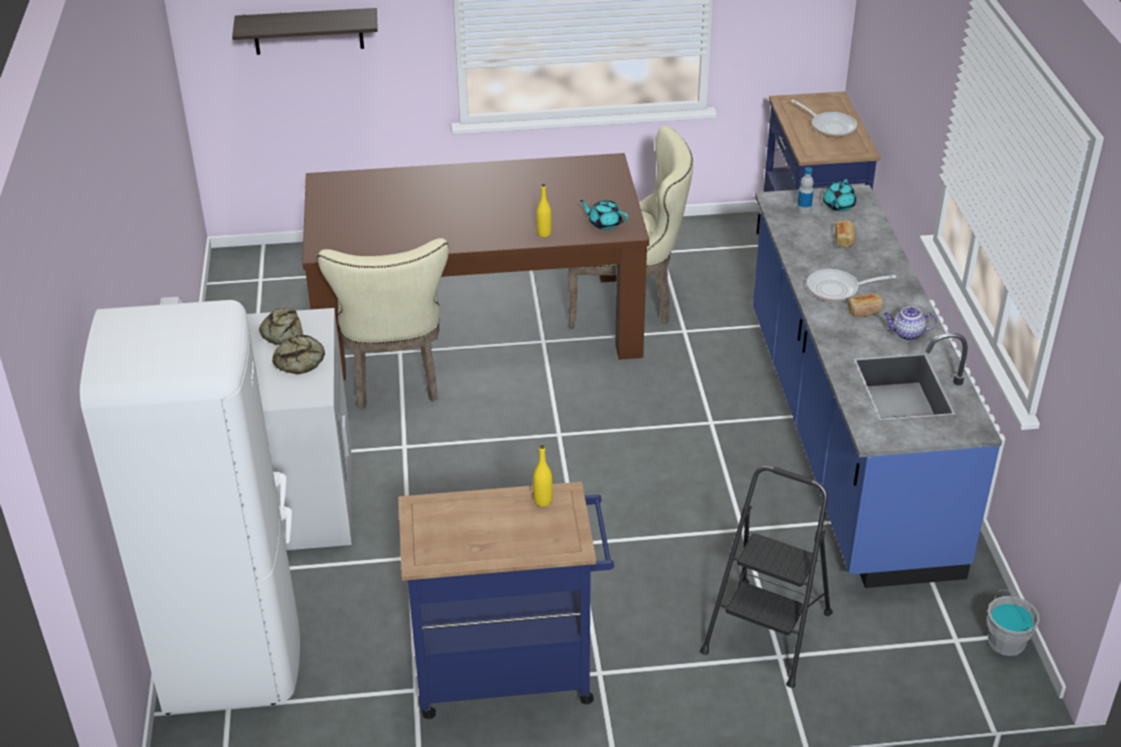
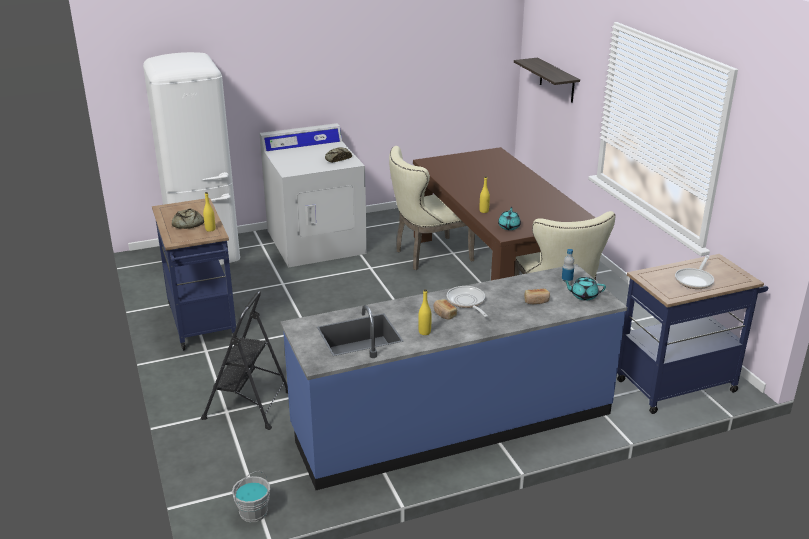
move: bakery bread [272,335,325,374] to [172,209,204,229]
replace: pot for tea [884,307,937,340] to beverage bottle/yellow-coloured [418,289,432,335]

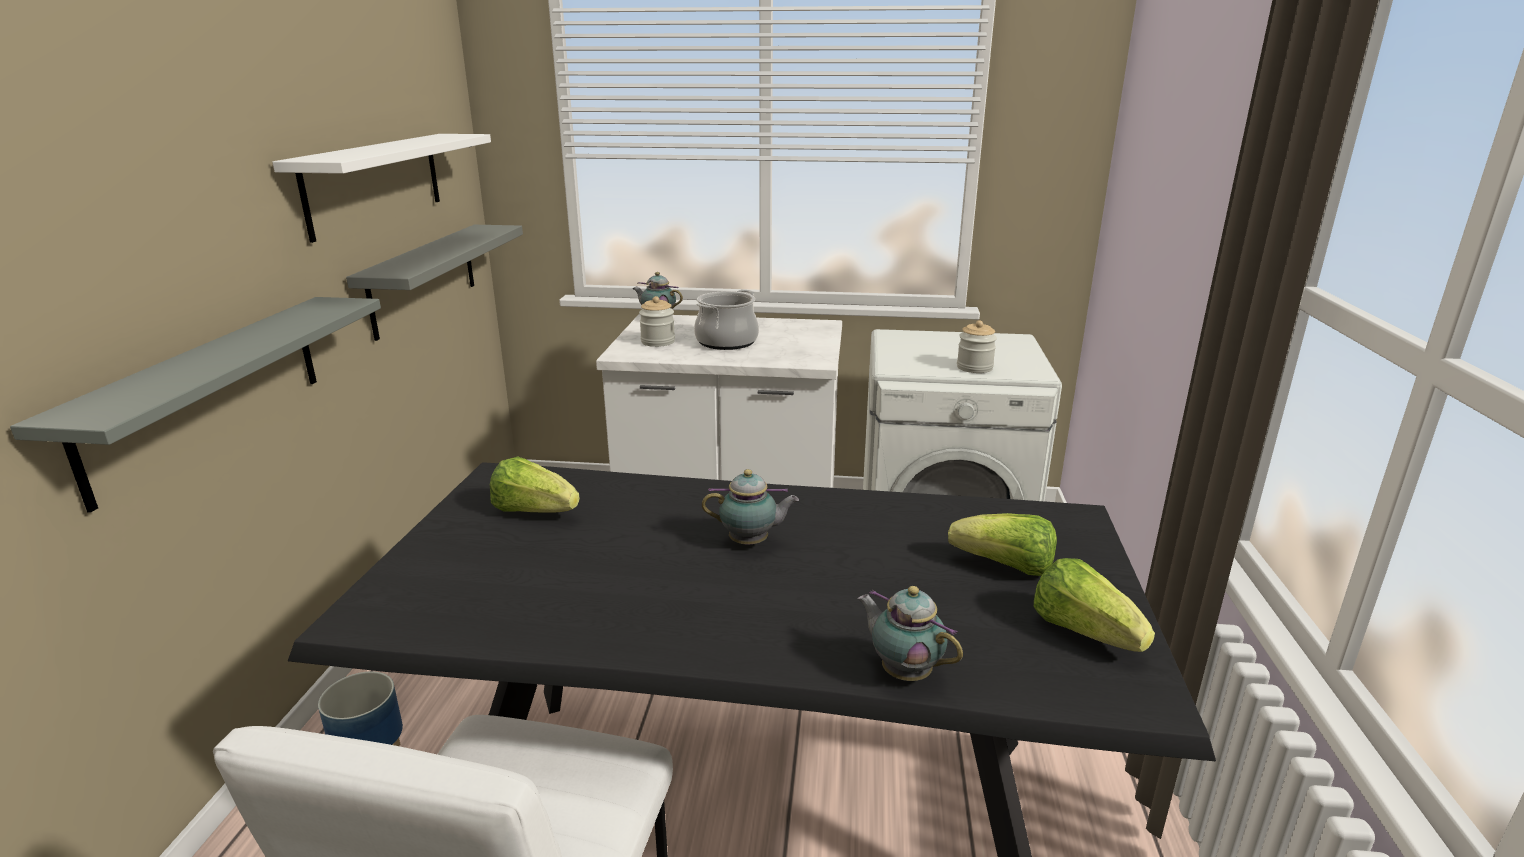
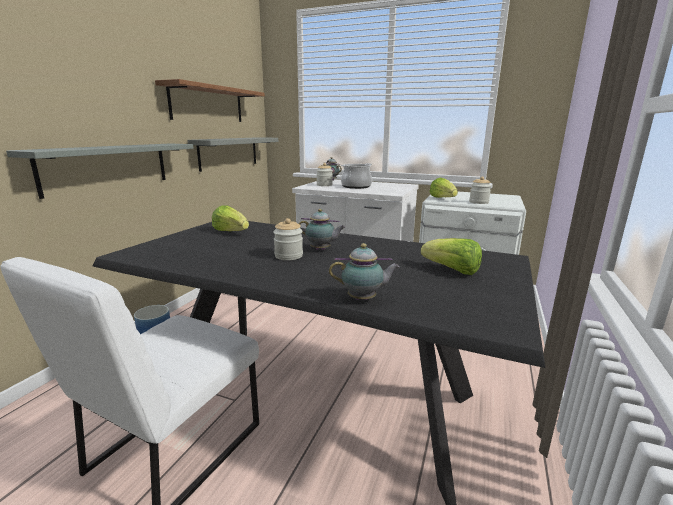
insert: jar [273,218,303,260]
move: lettuce [1034,558,1155,652] to [430,178,458,198]
recolor: bracket shelf/white [272,134,491,243] to bracket shelf/brown [155,79,265,122]
rotate: pot for tea [857,586,963,681] = [329,243,400,300] 120 degrees clockwise

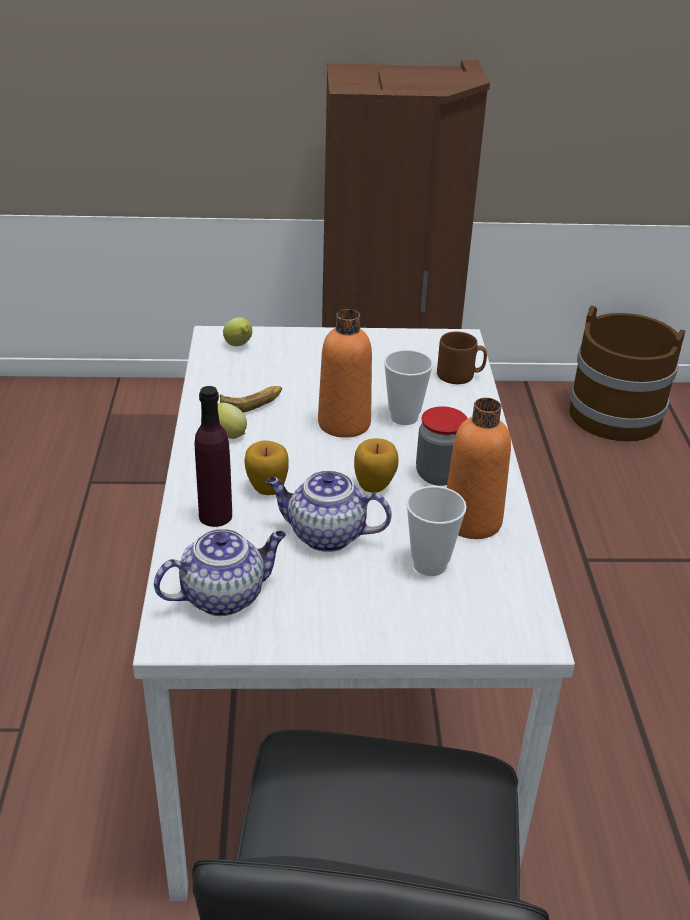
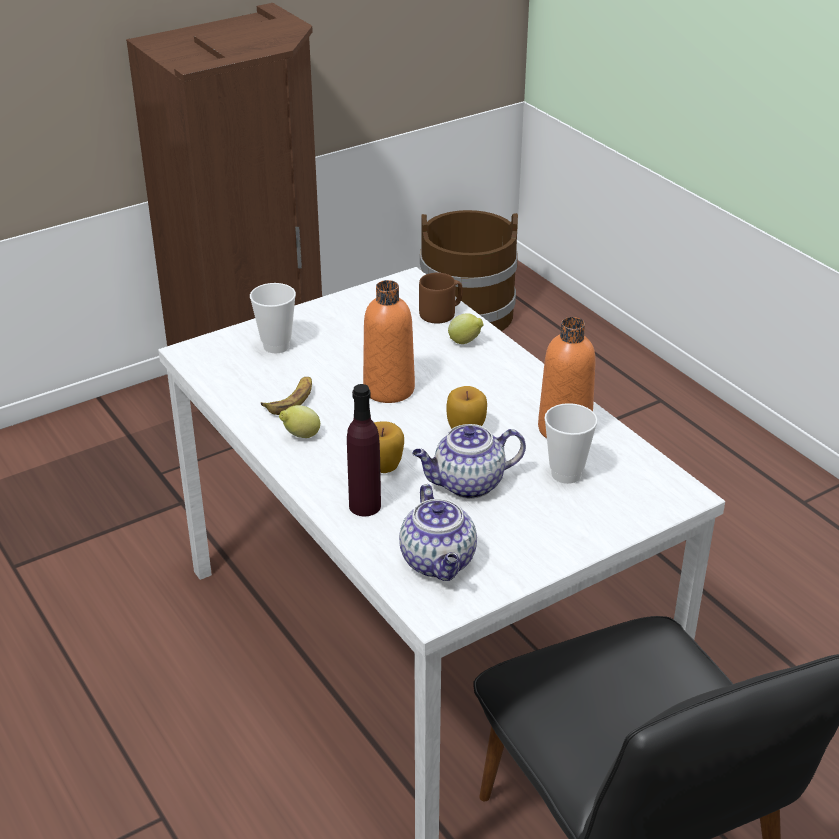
delete: jar [416,406,468,486]
move: drinking cup [384,350,433,425] to [250,283,296,354]; whole lemon [223,318,252,346] to [448,313,484,344]
rotate: pot for tea [154,529,286,616] = [399,484,477,581] 135 degrees clockwise

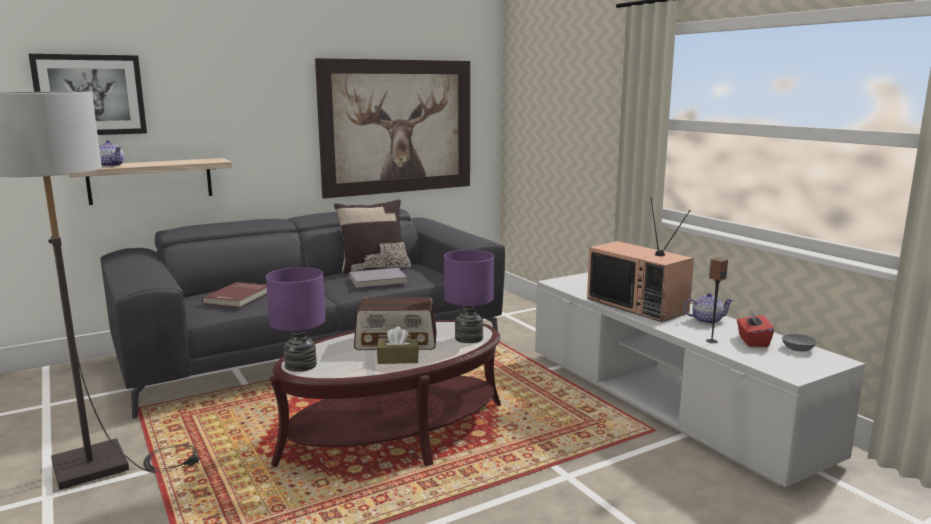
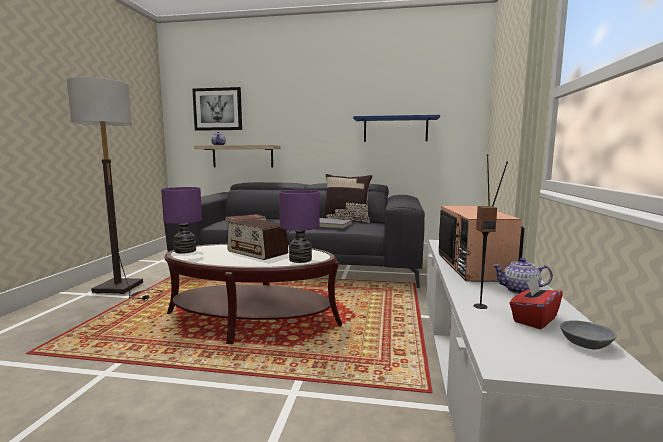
delete: box of tissues/brown [377,327,419,364]
replace: wall picture [315,58,470,198] to bracket shelf/bluish [353,115,440,142]
rotate: pot for tea [684,293,733,324] = [492,258,553,294] 150 degrees clockwise

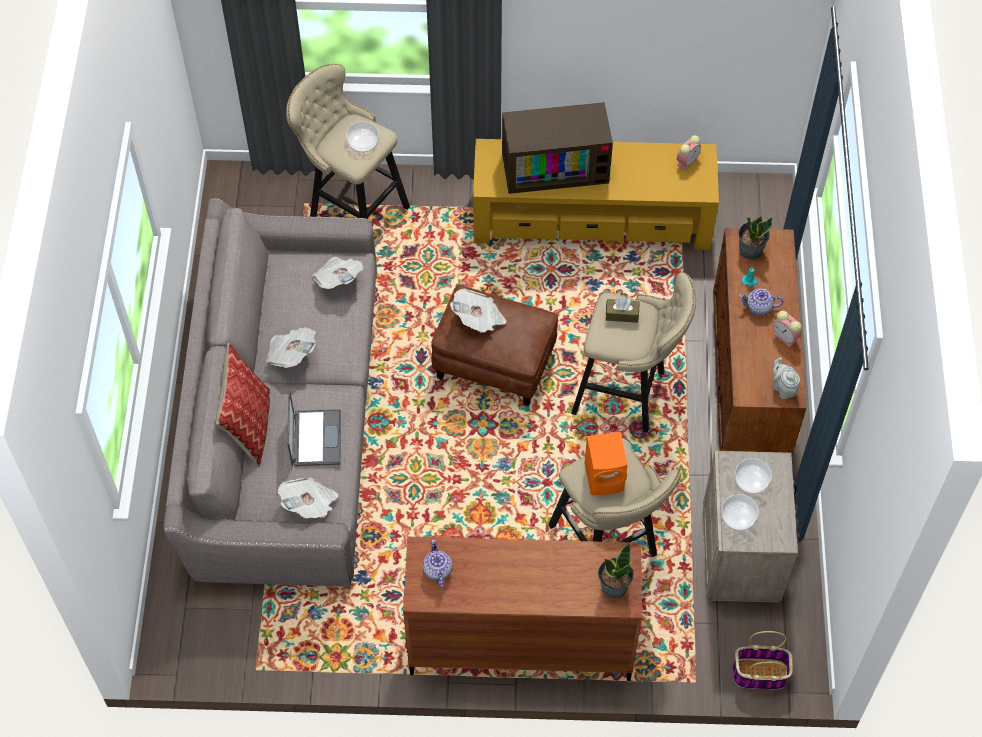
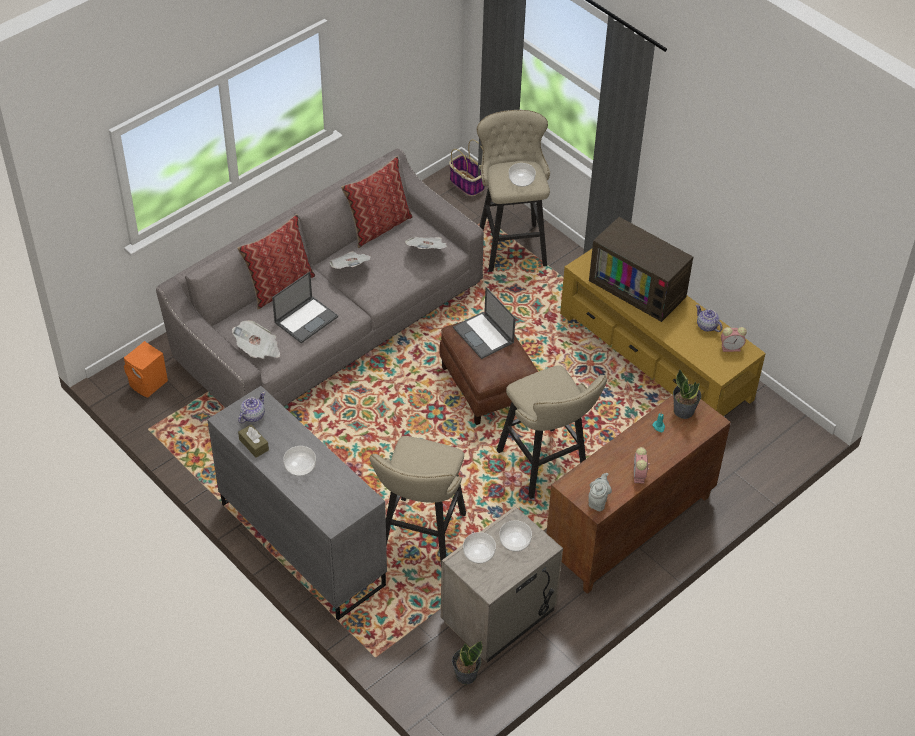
insert: deep dish [283,446,316,476]; throw pillow [341,156,413,248]
move: loudspeaker/orange-coloured [585,432,628,495] to [124,341,168,398]; box of tissues/brown [606,298,639,323] to [238,425,269,458]; basket [733,631,793,690] to [449,140,485,196]; houseplant [598,543,634,599] to [452,641,482,684]; pot for tea [739,288,783,316] to [696,305,723,332]
replace: newspaper [450,288,506,333] to portable computer [453,287,515,359]
recolor: chest of drawers/brown [403,537,642,681] to chest of drawers/grey [207,386,387,620]

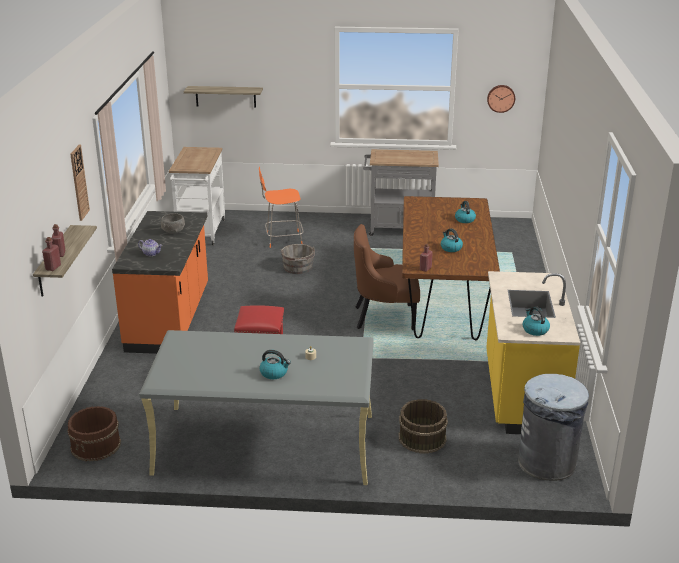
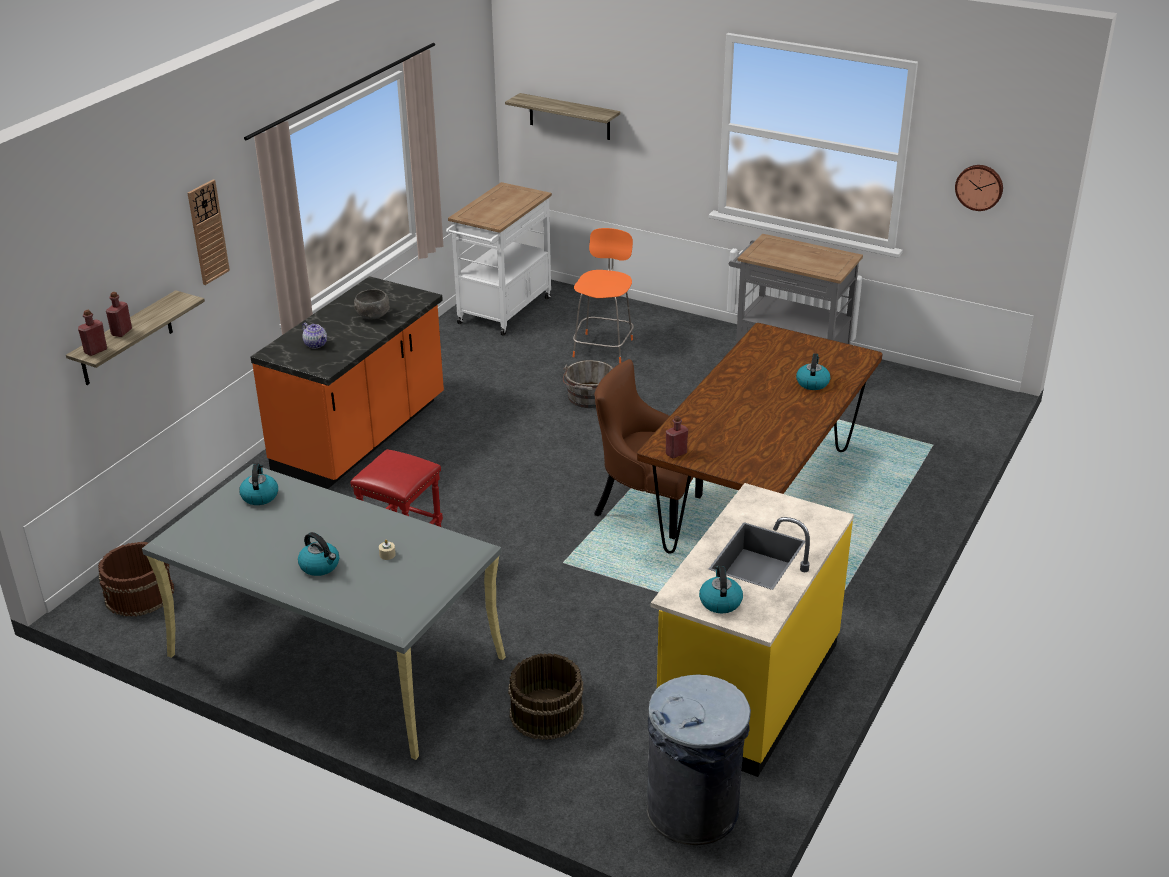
move: kettle [441,228,463,252] to [239,464,278,505]
rotate: plain chair/orange-coloured [259,167,304,248] = [573,228,634,363] 90 degrees clockwise

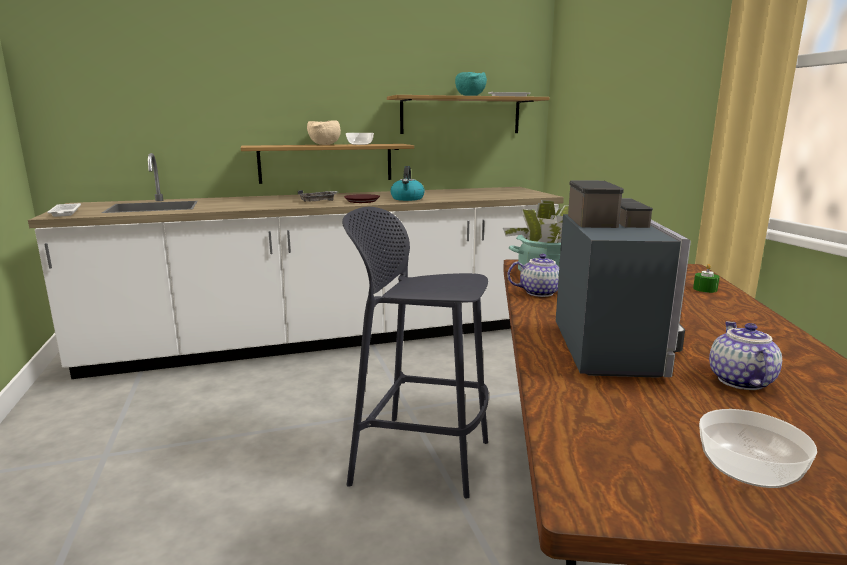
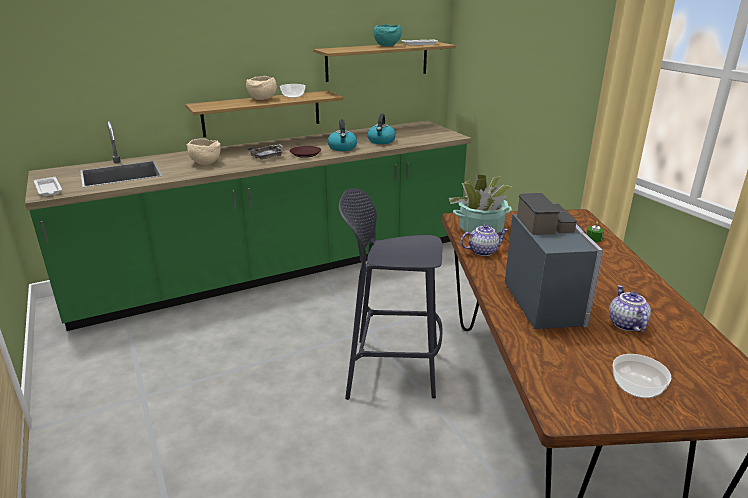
insert: deep dish/beige [186,138,221,165]; kettle [367,114,396,144]
recolor: kitchen counter/white [28,153,564,379] to kitchen counter/green [25,121,471,331]

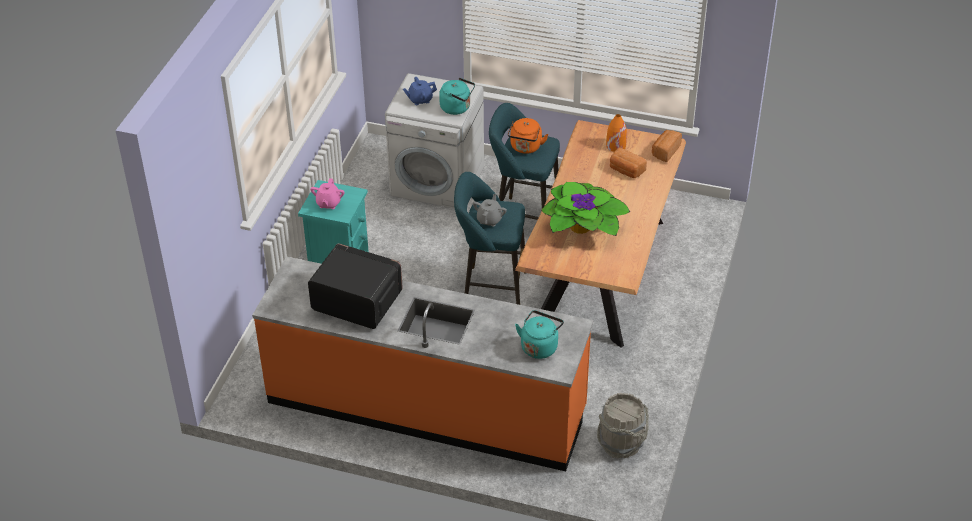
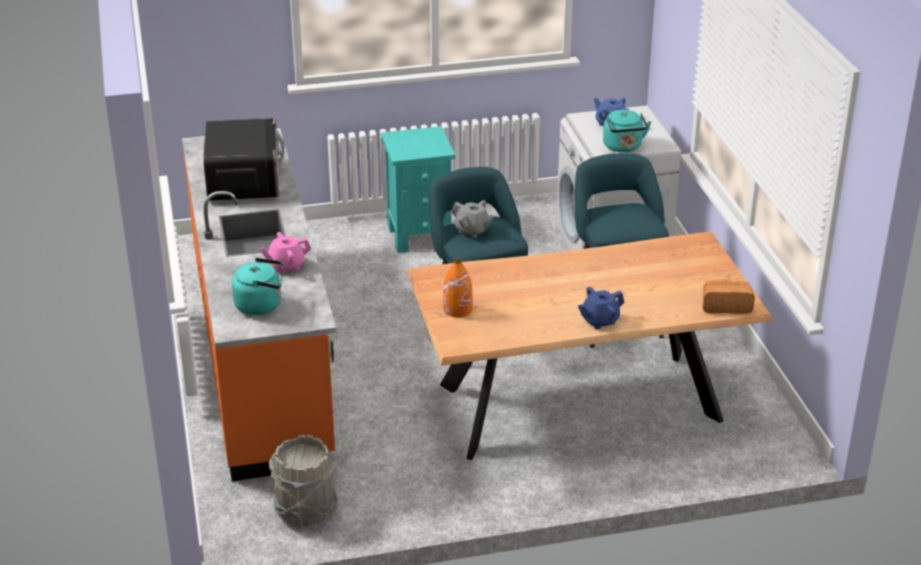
delete: kettle/orange-coloured [508,118,548,154]; houseplant [541,182,630,236]; bakery bread [610,148,647,178]
insert: pot for tea/bluish [578,287,625,329]
move: pot for tea/pink [310,178,345,209] to [259,232,311,273]; decorative vase/orange-coloured [606,114,627,152] to [443,260,473,317]
rotate: pot for tea/grey [473,194,507,227] = [452,200,494,238] 45 degrees clockwise

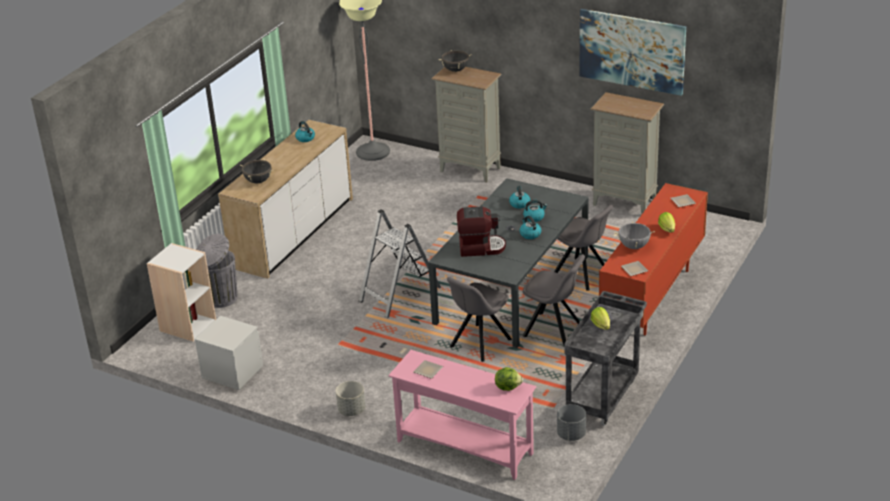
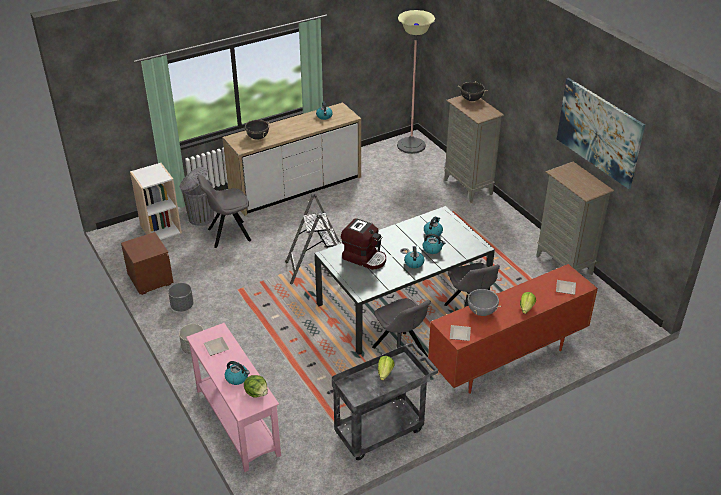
insert: kettle [225,361,250,385]
move: plant pot/grey [557,404,586,441] to [168,283,194,312]; plain chair/grey [447,277,512,362] to [197,175,251,248]
recolor: bedside table/white [195,316,263,390] to bedside table/brown [121,232,174,295]

